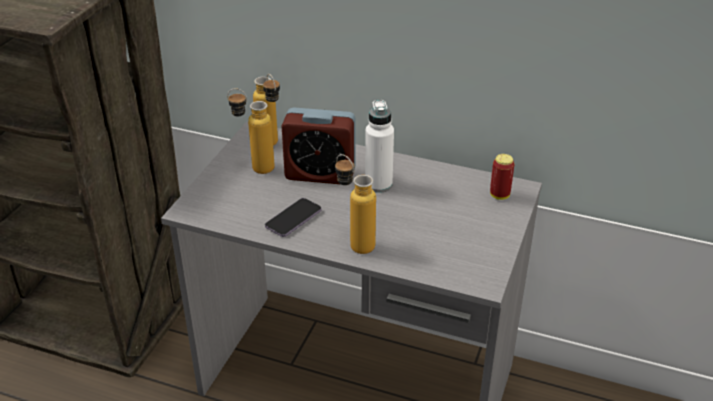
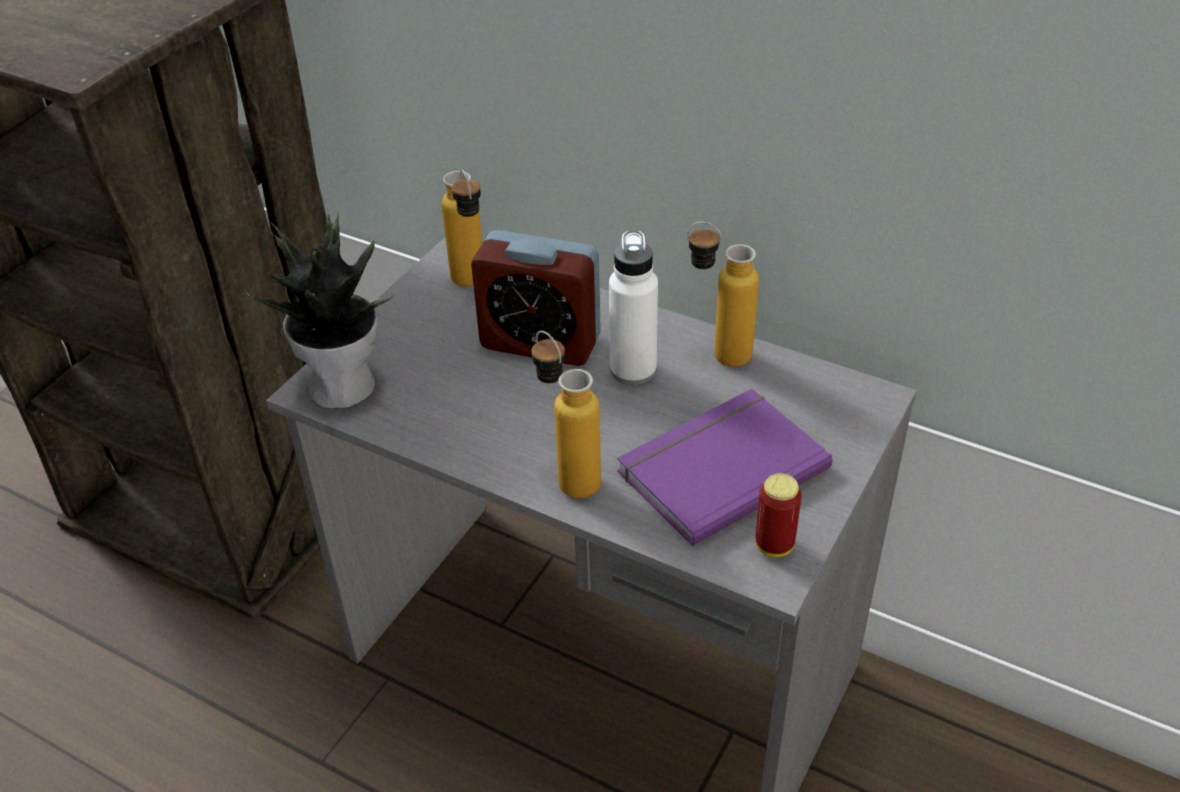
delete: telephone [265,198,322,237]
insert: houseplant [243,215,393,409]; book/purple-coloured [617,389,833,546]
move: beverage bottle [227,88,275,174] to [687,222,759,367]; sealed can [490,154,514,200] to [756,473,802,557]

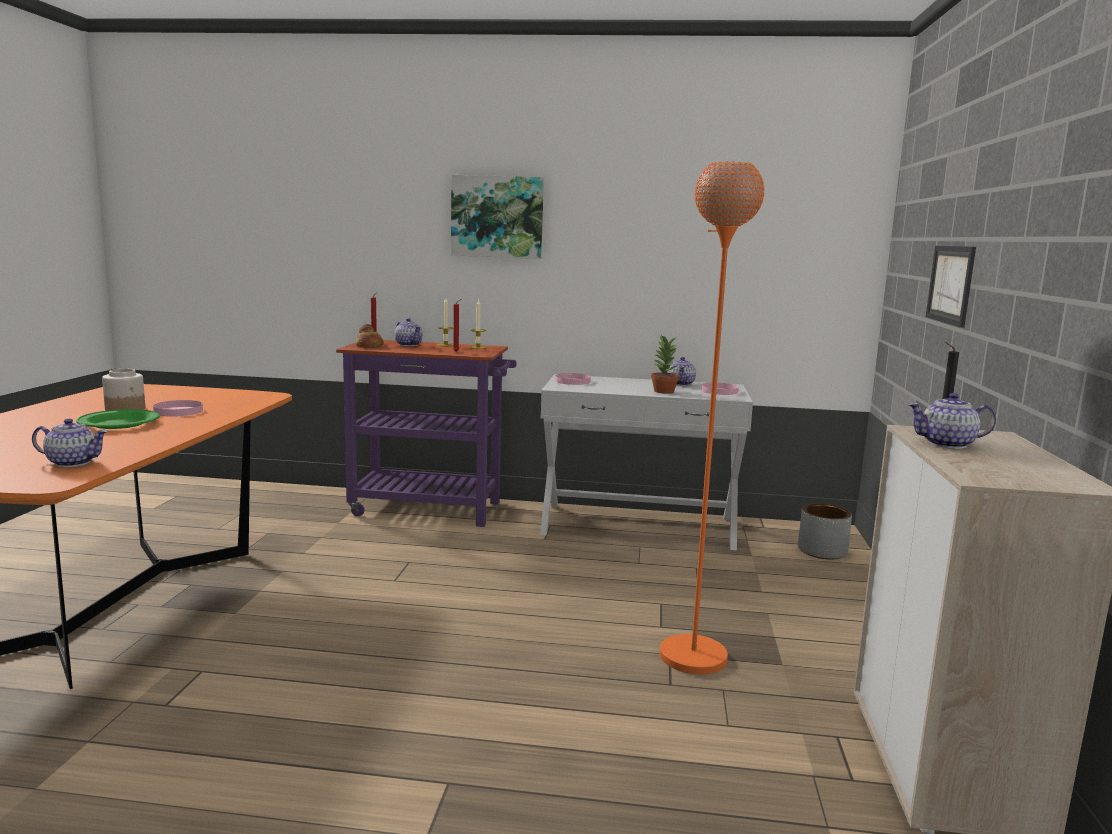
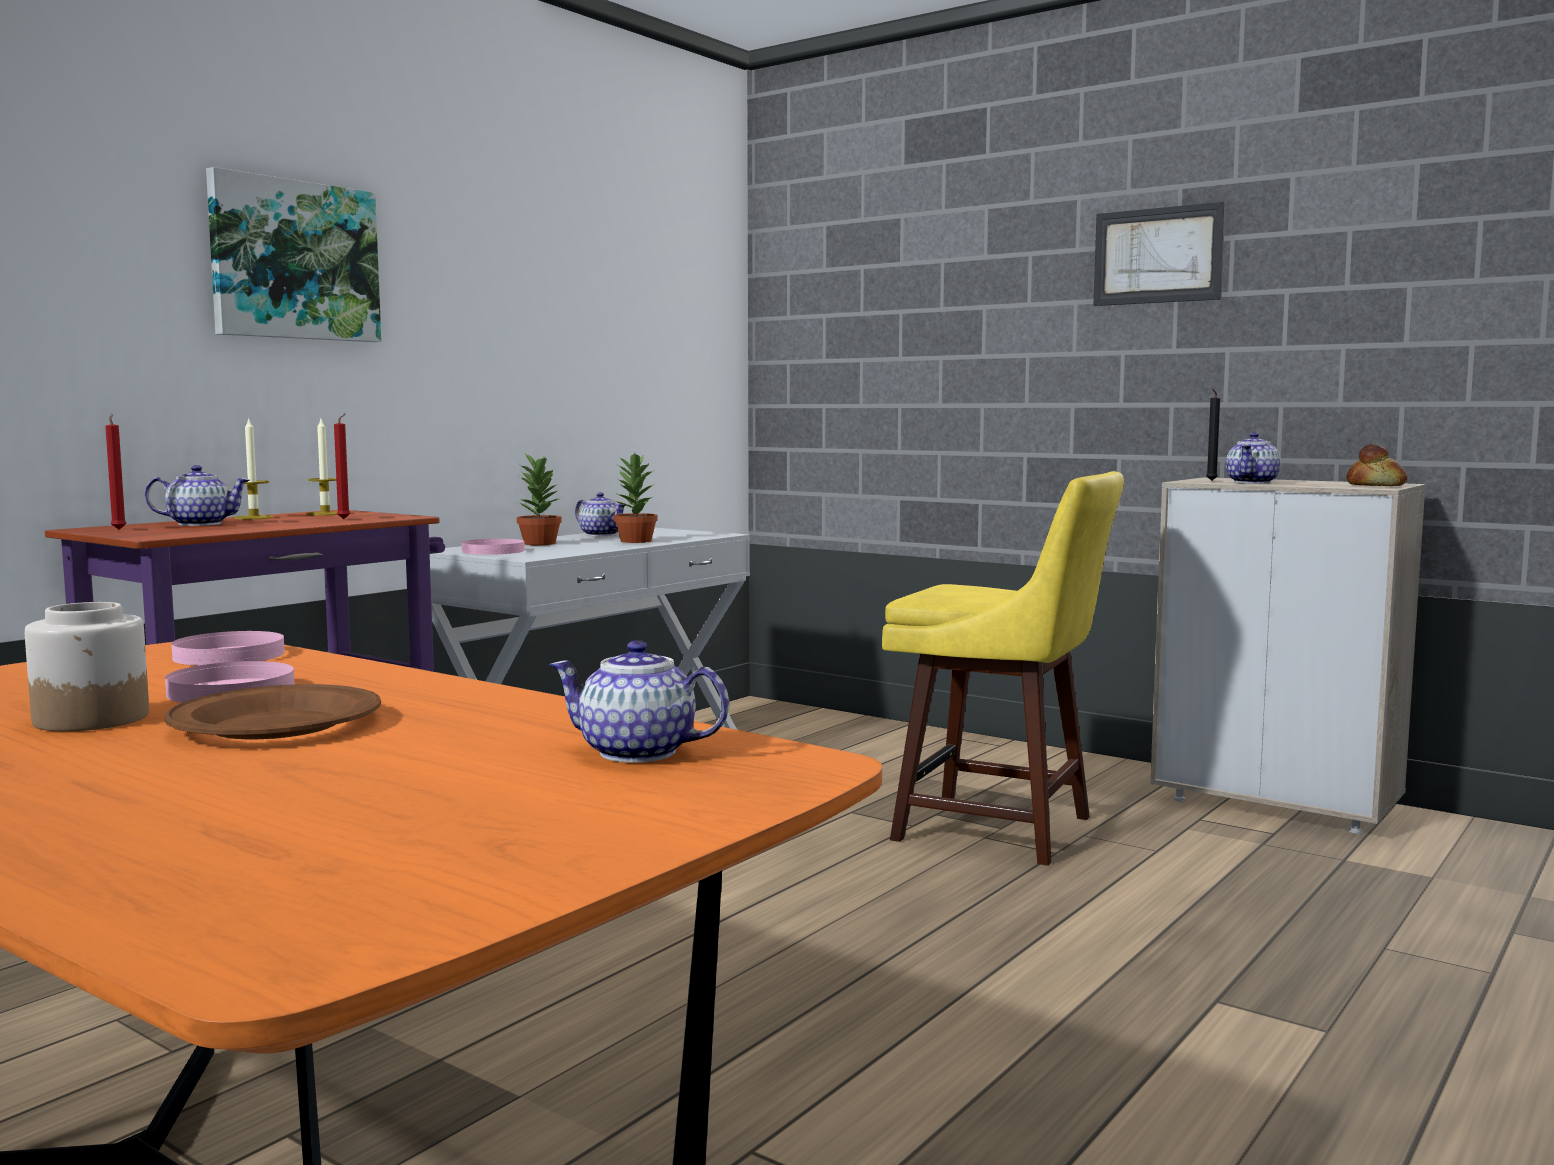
delete: plant pot/grey [798,504,852,559]
insert: houseplant [517,452,562,545]
move: dinner plate/pink [701,383,739,395] to [171,631,285,666]; wall picture [926,246,976,328] to [1094,202,1226,306]; bakery bread [356,324,384,348] to [1346,444,1408,486]
replace: floor lamp/orange-coloured [660,161,764,675] to sitting stool/yellow-coloured [882,471,1124,866]
recolor: dinner plate/green [76,409,160,429] to dinner plate/brown [164,684,381,739]
rotate: pot for tea [32,418,108,467] = [549,640,729,763] 105 degrees counterclockwise

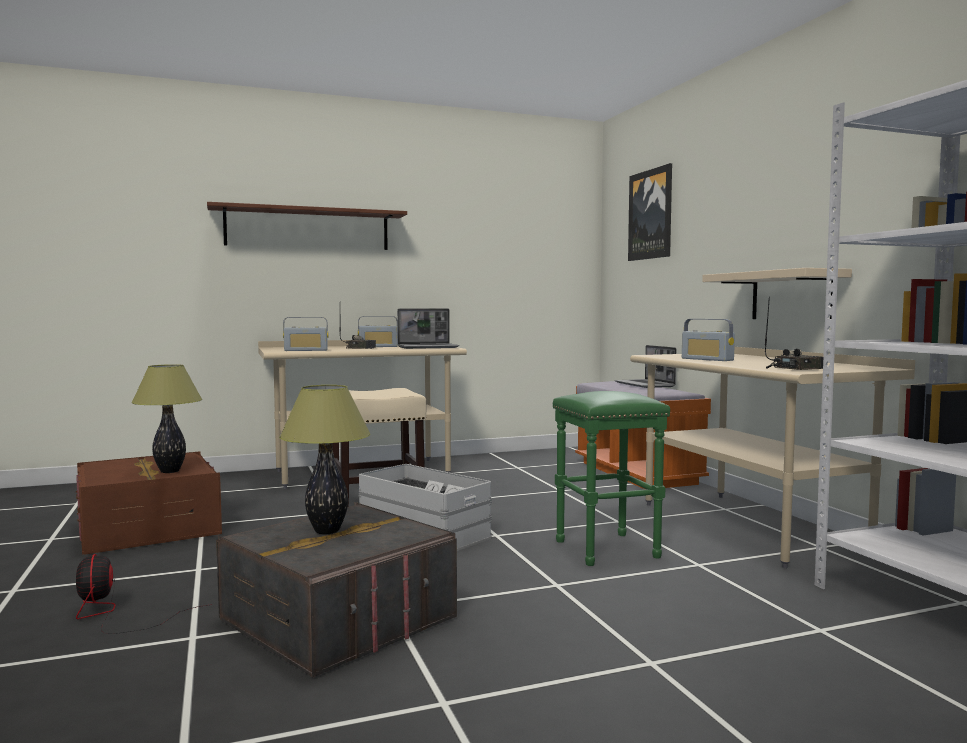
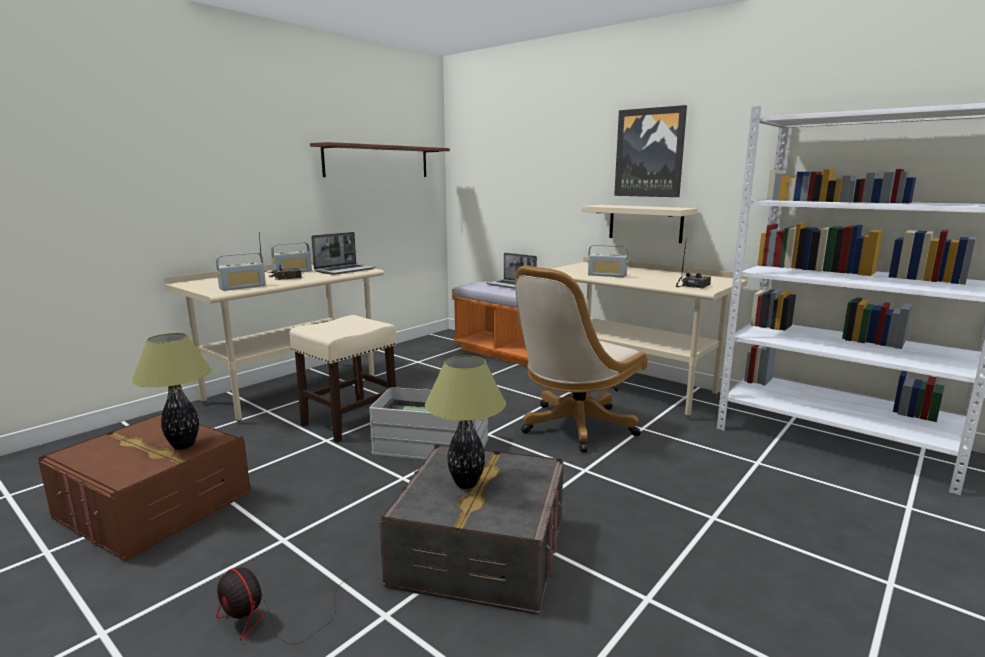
move: bracket shelf/brown [207,202,407,250] to [310,142,450,177]; wall picture [628,163,672,261] to [614,105,687,197]
replace: sitting stool/green [553,391,670,566] to office chair [515,266,647,453]

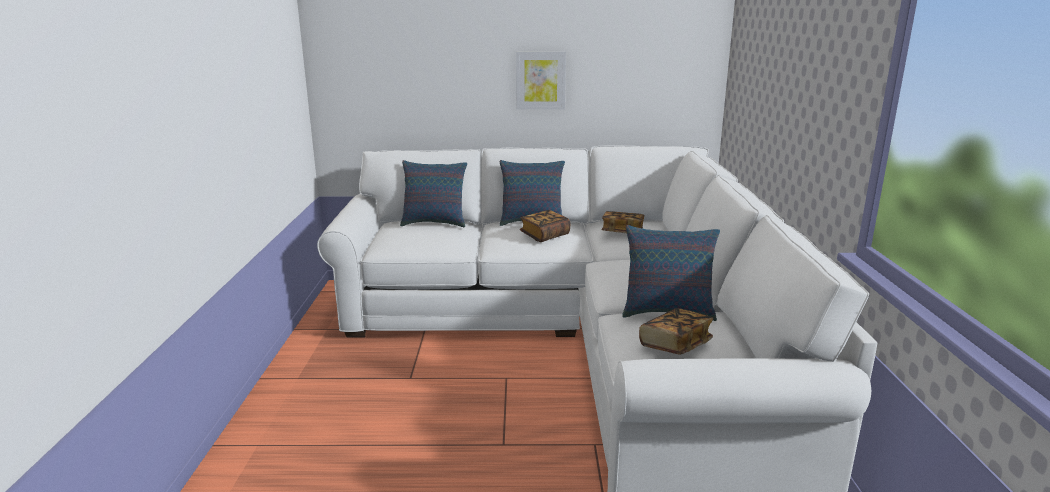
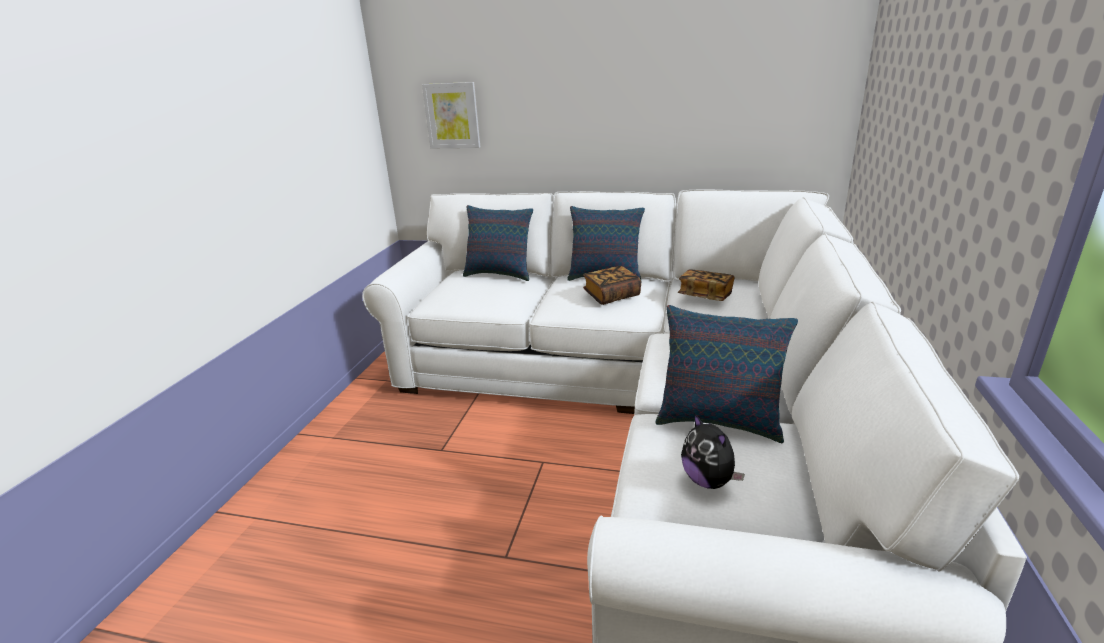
move: wall picture [516,51,566,110] to [422,82,480,148]
replace: book [639,308,713,355] to plush toy [681,413,745,489]

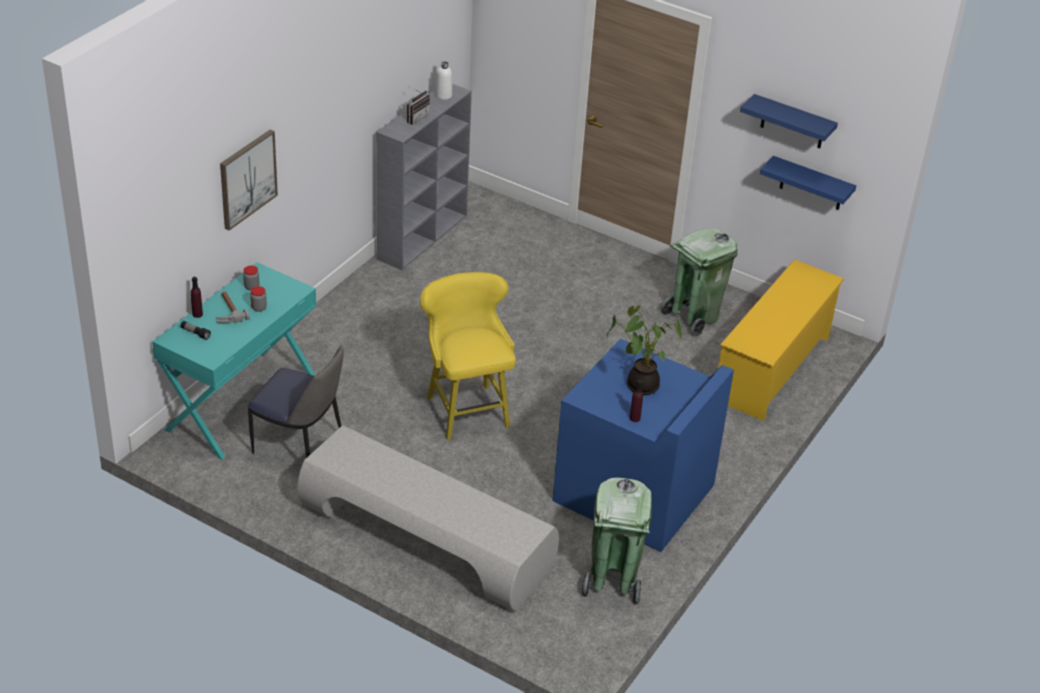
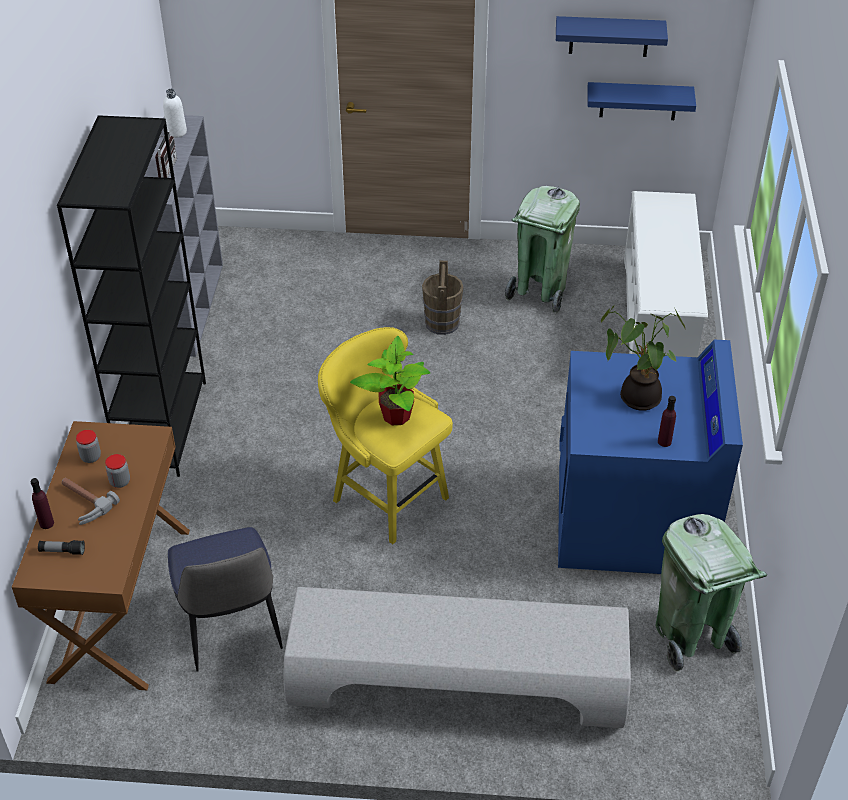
delete: wall picture [220,130,278,231]
insert: bookshelf/blackish [57,115,206,477]; houseplant [350,336,431,425]; water bucket/brown [422,260,463,335]
recolor: desk unit/turquoise-coloured [152,262,316,460] to desk unit/brown [12,421,190,690]; shoe stand/yellow-coloured [718,260,844,421] to shoe stand/white [624,191,708,357]
rotate: plain chair [248,345,344,457] = [168,527,283,672] 75 degrees clockwise

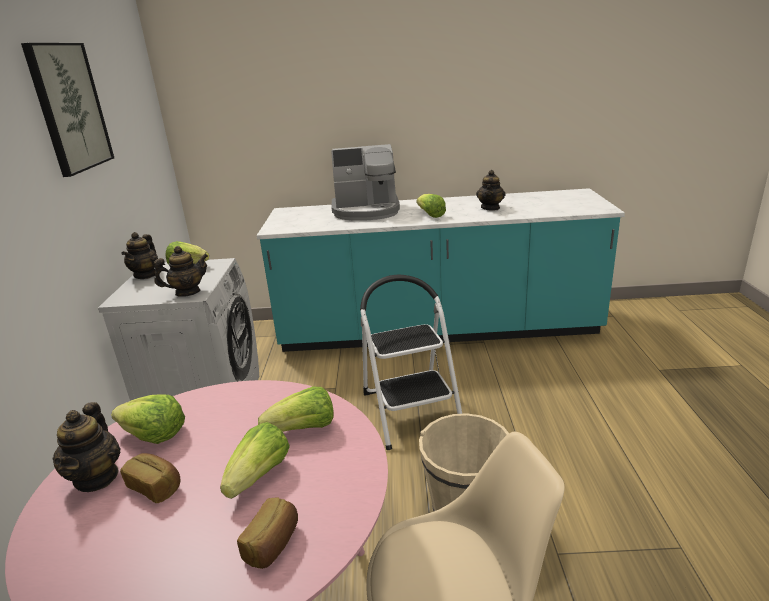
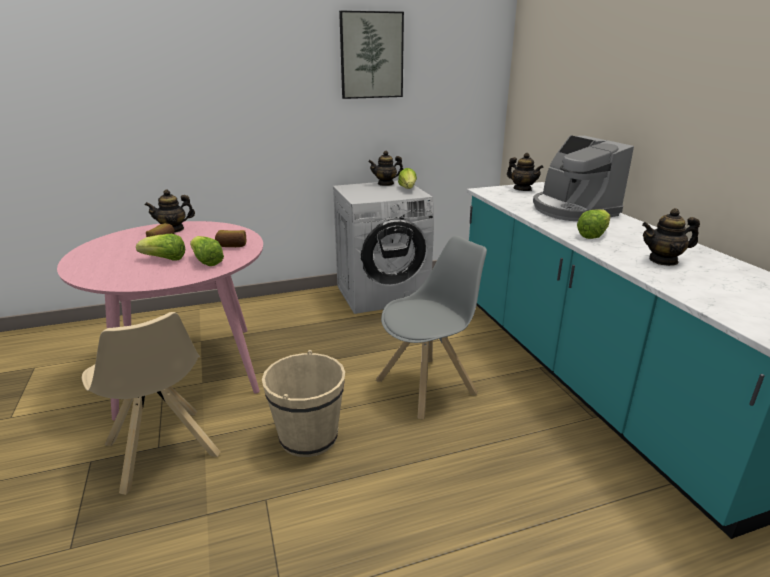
delete: lettuce [111,395,185,444]
move: bakery bread [237,498,298,569] to [215,230,247,247]; pot for tea [154,246,208,297] to [507,153,543,191]
replace: step stool [360,275,462,450] to plain chair/grey [376,236,487,419]

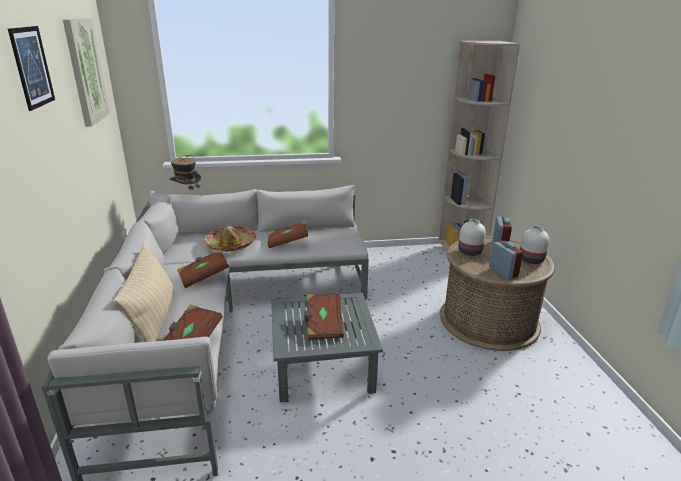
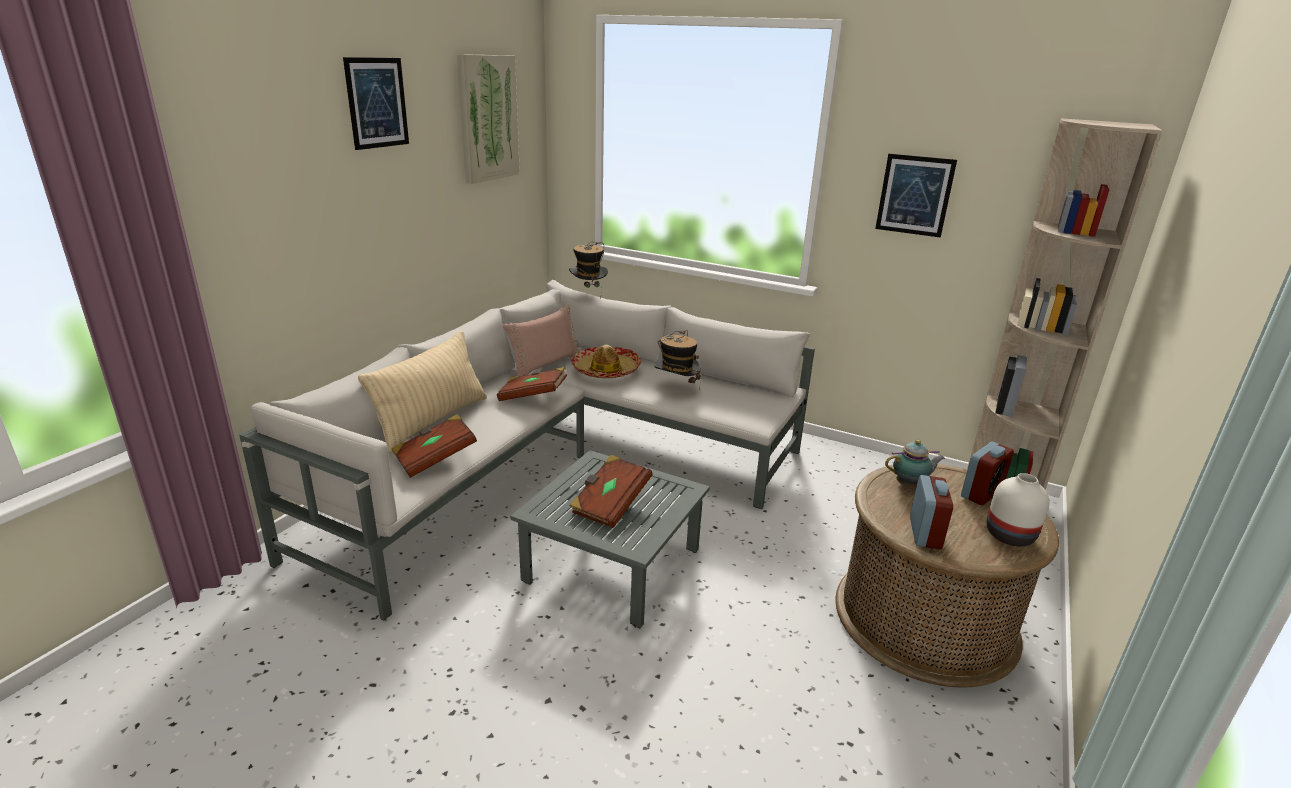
insert: throw pillow/beige [503,305,580,376]; wall picture [875,154,957,238]
replace: book/brown [267,221,308,248] to hat [654,330,701,391]; decorative vase/white [458,219,486,256] to pot for tea [885,440,945,487]

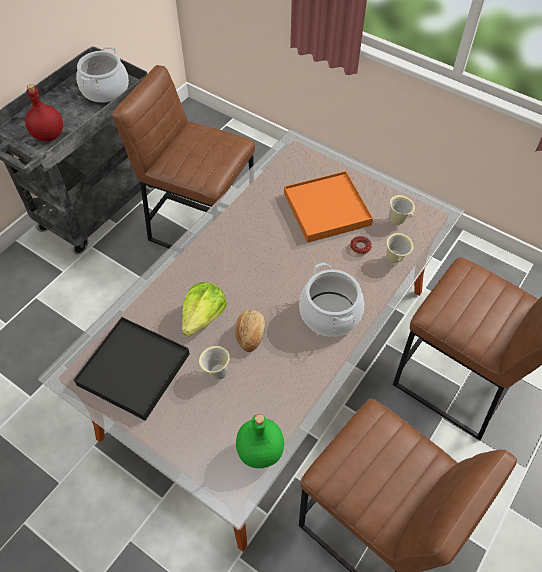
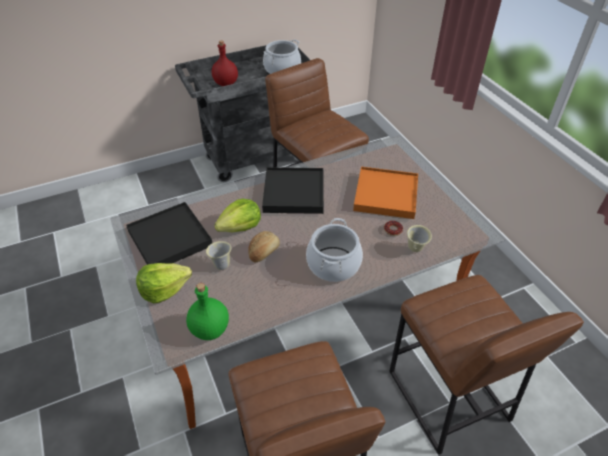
delete: mug/beige [389,195,415,225]
insert: lettuce [136,263,192,303]; serving tray/blackish [262,167,324,214]

